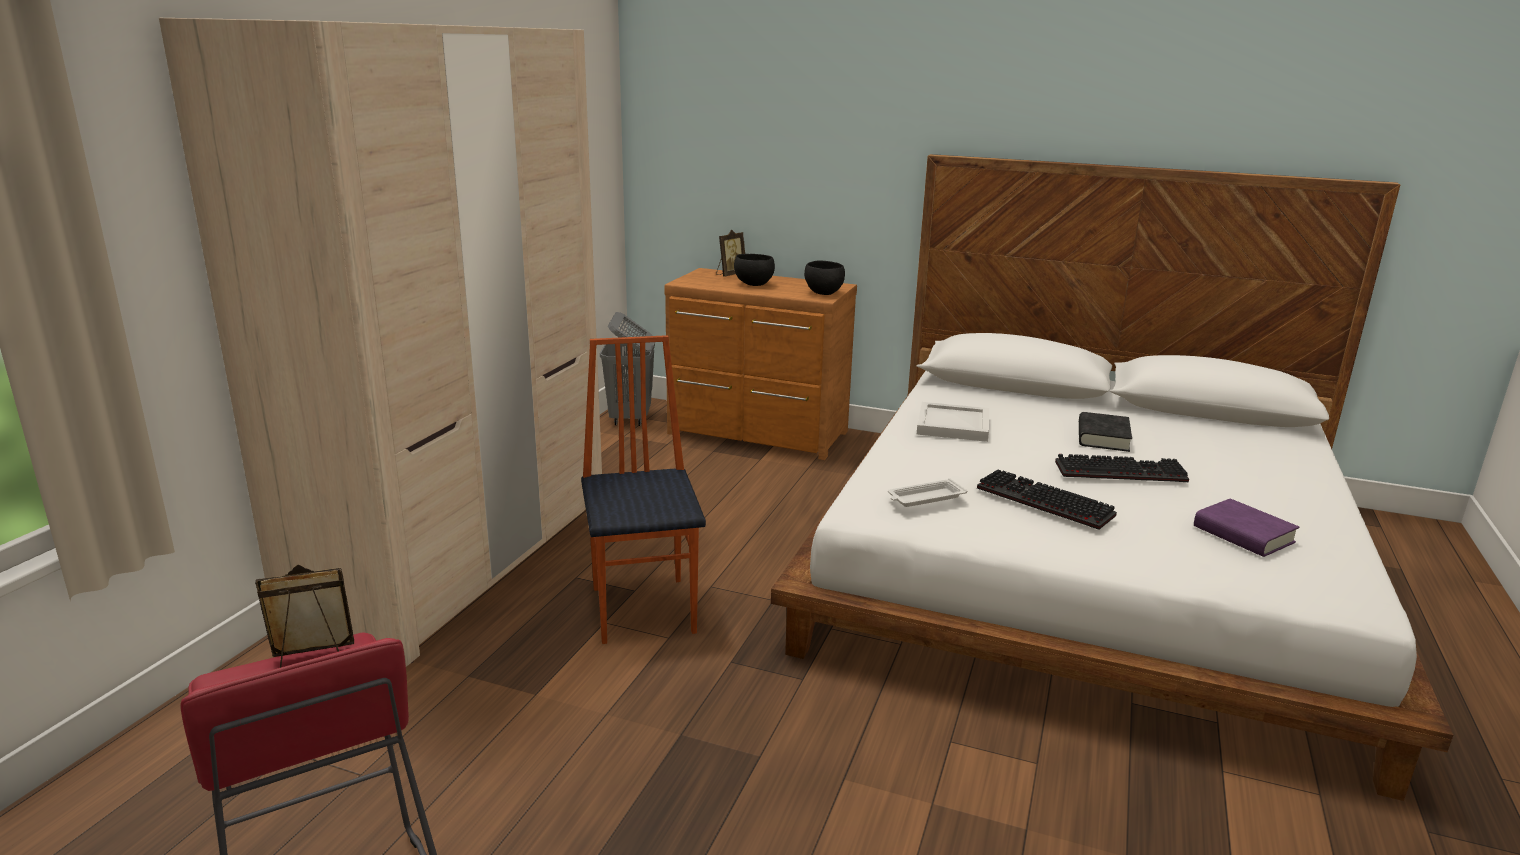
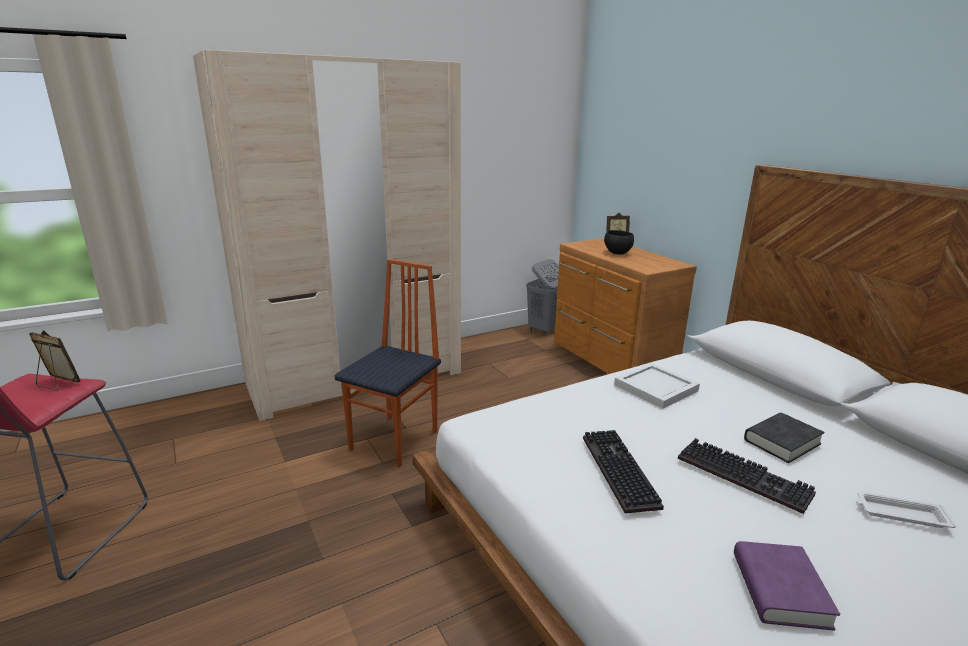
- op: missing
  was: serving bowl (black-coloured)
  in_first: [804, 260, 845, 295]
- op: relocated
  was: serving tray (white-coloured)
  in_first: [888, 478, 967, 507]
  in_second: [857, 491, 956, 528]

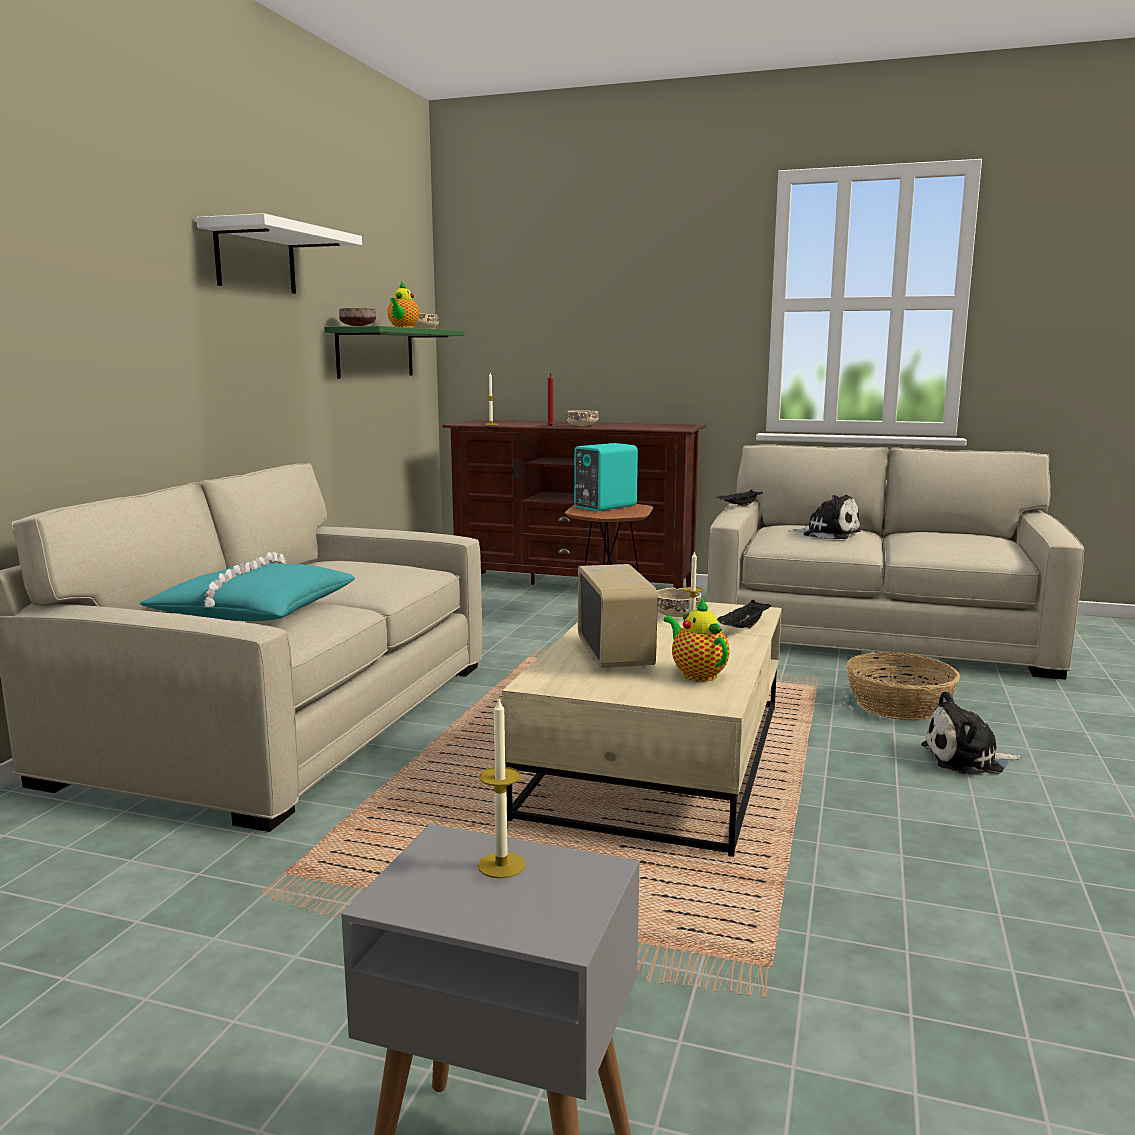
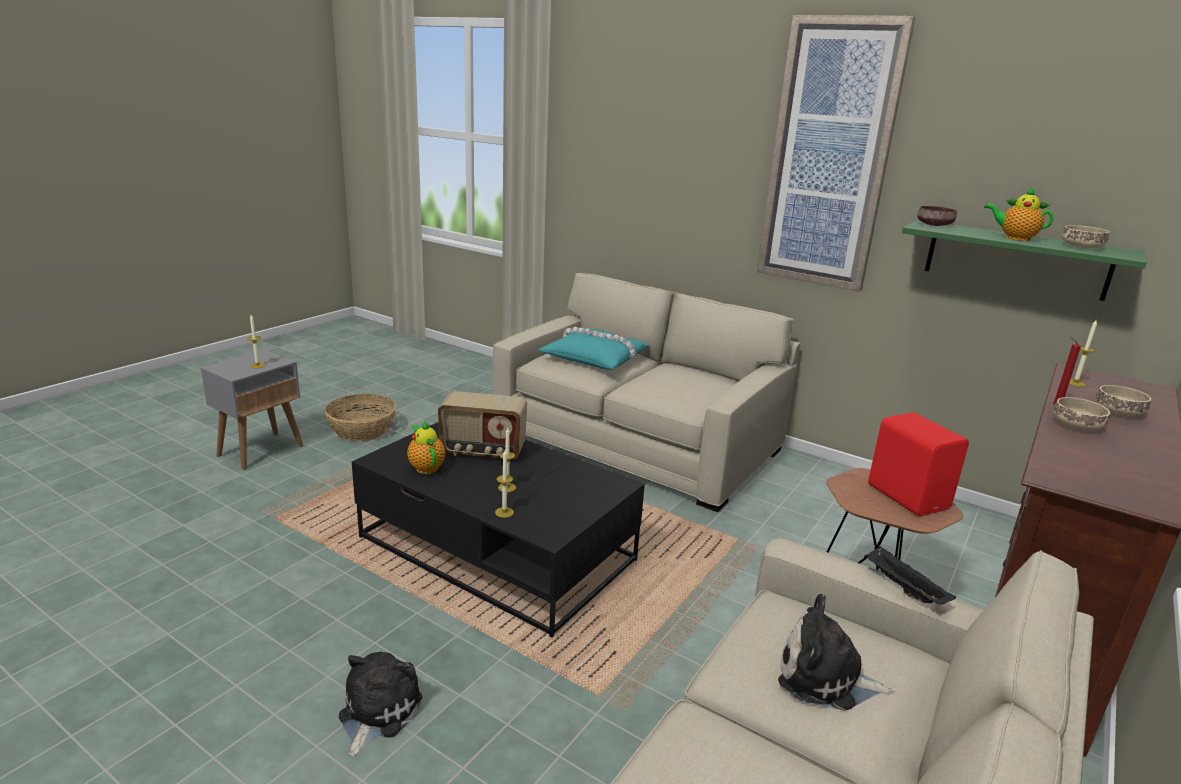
- op: exchanged
  was: shelf (white-coloured)
  now: picture
  in_first: [196, 213, 362, 294]
  in_second: [757, 15, 916, 292]
- op: colour
  was: loudspeaker (turquoise)
  now: loudspeaker (red-coloured)
  in_first: [574, 443, 638, 511]
  in_second: [868, 412, 969, 516]
- op: spun
  was: plush toy
  in_first: [788, 495, 861, 539]
  in_second: [778, 594, 895, 710]
  clockwise: 60
- op: relocated
  was: serving bowl (sand-coloured)
  in_first: [657, 588, 701, 617]
  in_second: [1096, 385, 1151, 415]
- op: spun
  was: pot for tea
  in_first: [664, 598, 730, 682]
  in_second: [407, 421, 445, 474]
  clockwise: -105
- op: exchanged
  was: serving tray (black-coloured)
  now: wax light
  in_first: [717, 600, 771, 628]
  in_second: [495, 450, 514, 518]
- op: colour
  was: low table (sand-coloured)
  now: low table (black-coloured)
  in_first: [502, 602, 782, 857]
  in_second: [352, 422, 645, 637]
- op: relocated
  was: storage basket
  in_first: [846, 652, 960, 720]
  in_second: [324, 394, 396, 441]

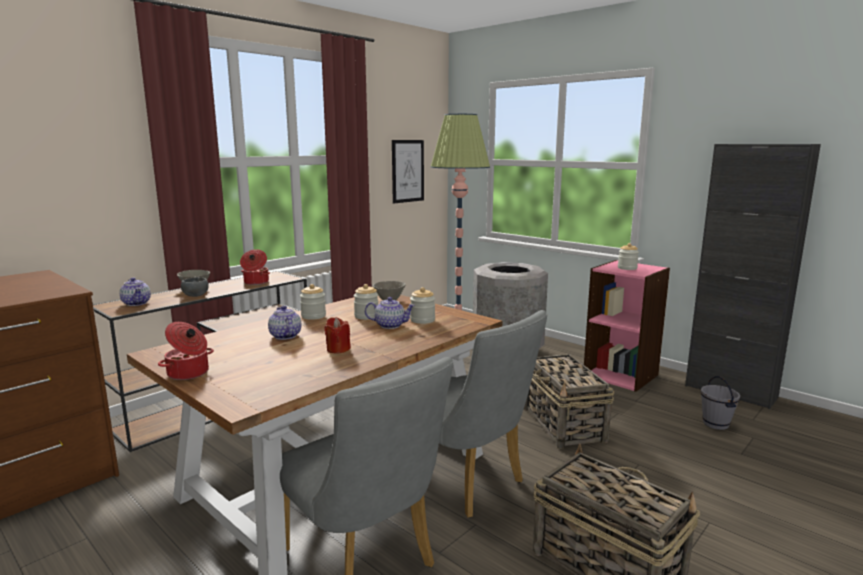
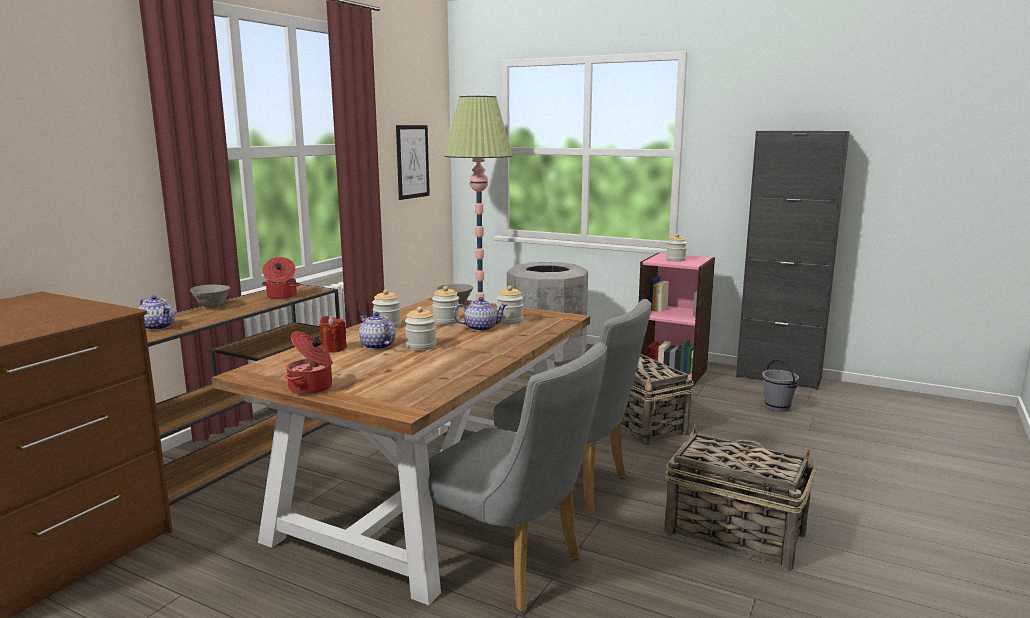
- op: missing
  was: serving bowl (greyish)
  in_first: [181, 277, 209, 297]
- op: relocated
  was: wax light (red-coloured)
  in_first: [324, 317, 351, 354]
  in_second: [319, 315, 347, 353]
- op: appeared
  now: preserve jar
  in_second: [405, 307, 436, 351]

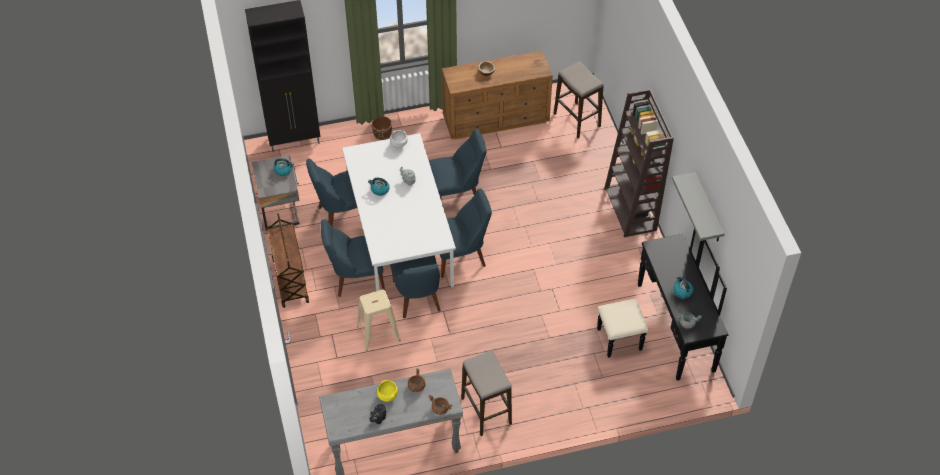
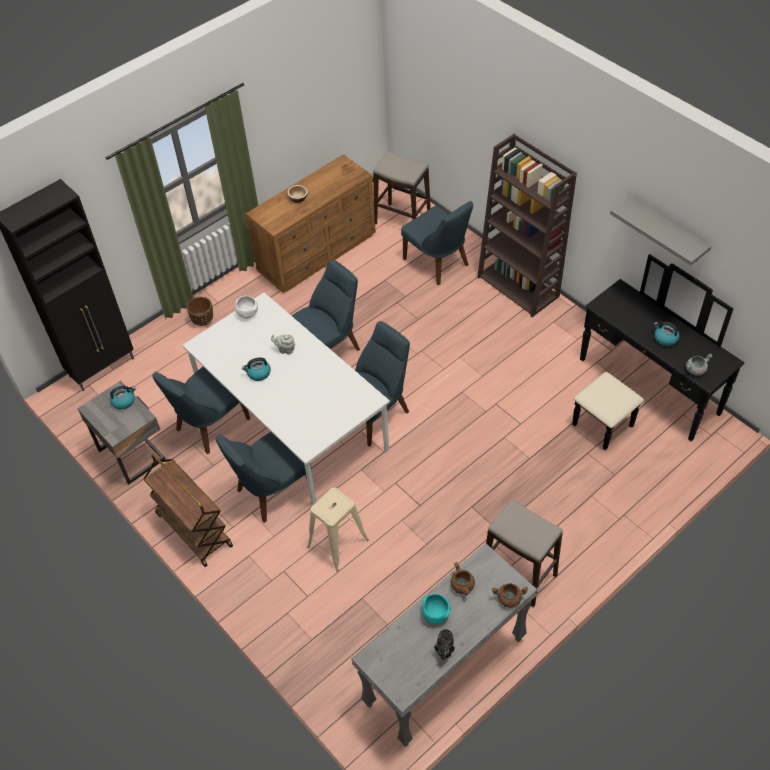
- op: relocated
  was: plain chair (blue)
  in_first: [390, 255, 441, 318]
  in_second: [401, 201, 473, 285]
- op: colour
  was: serving bowl (yellow)
  now: serving bowl (turquoise)
  in_first: [377, 380, 398, 402]
  in_second: [422, 594, 451, 624]

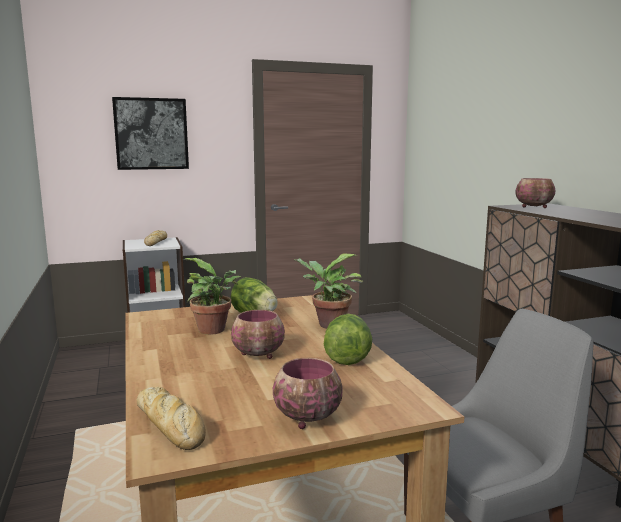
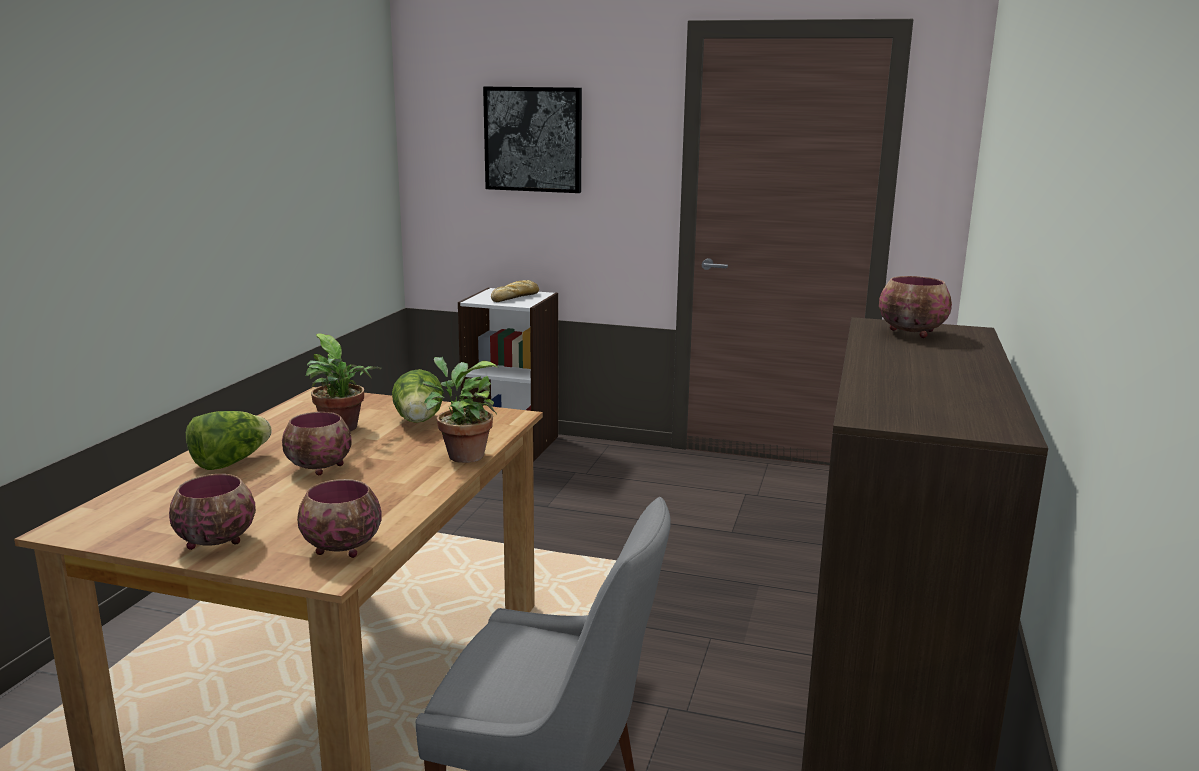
- op: relocated
  was: head of lettuce
  in_first: [324, 314, 372, 365]
  in_second: [186, 411, 272, 470]
- op: missing
  was: bakery bread
  in_first: [137, 386, 206, 450]
- op: appeared
  now: serving bowl
  in_second: [297, 479, 382, 558]

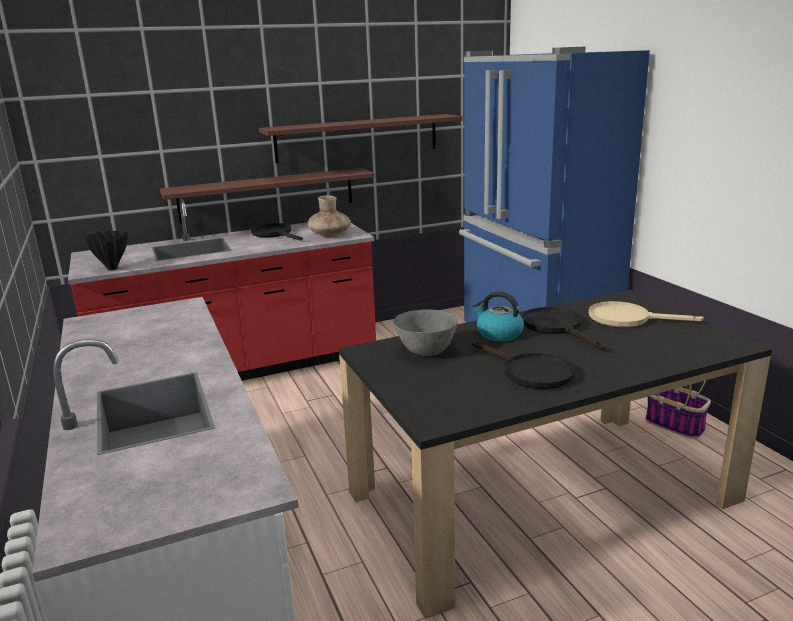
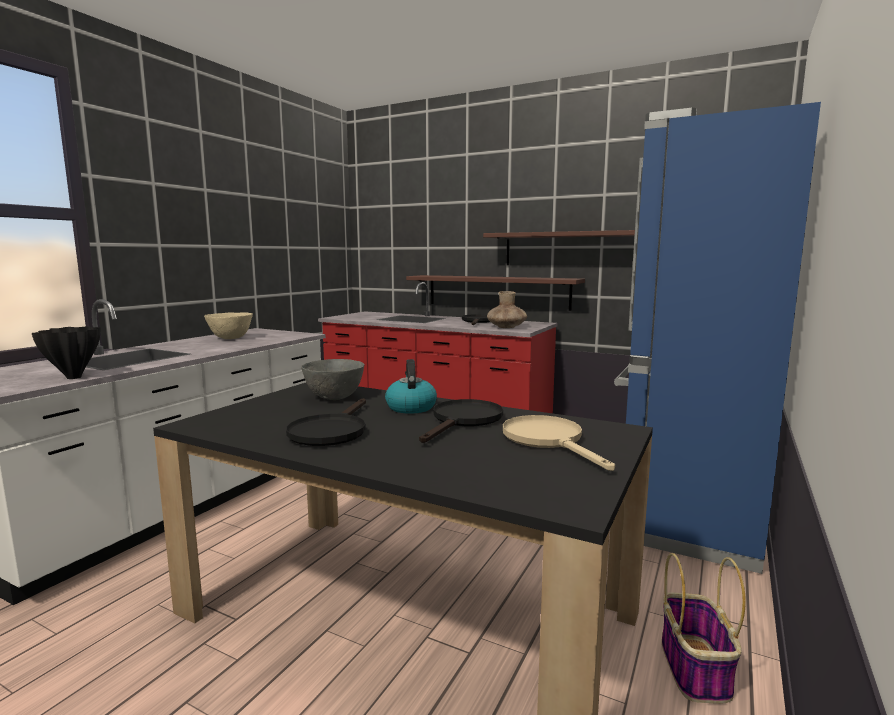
- op: relocated
  was: decorative vase (black-coloured)
  in_first: [84, 230, 128, 271]
  in_second: [32, 326, 101, 379]
- op: appeared
  now: serving bowl (sand-coloured)
  in_second: [204, 312, 253, 339]

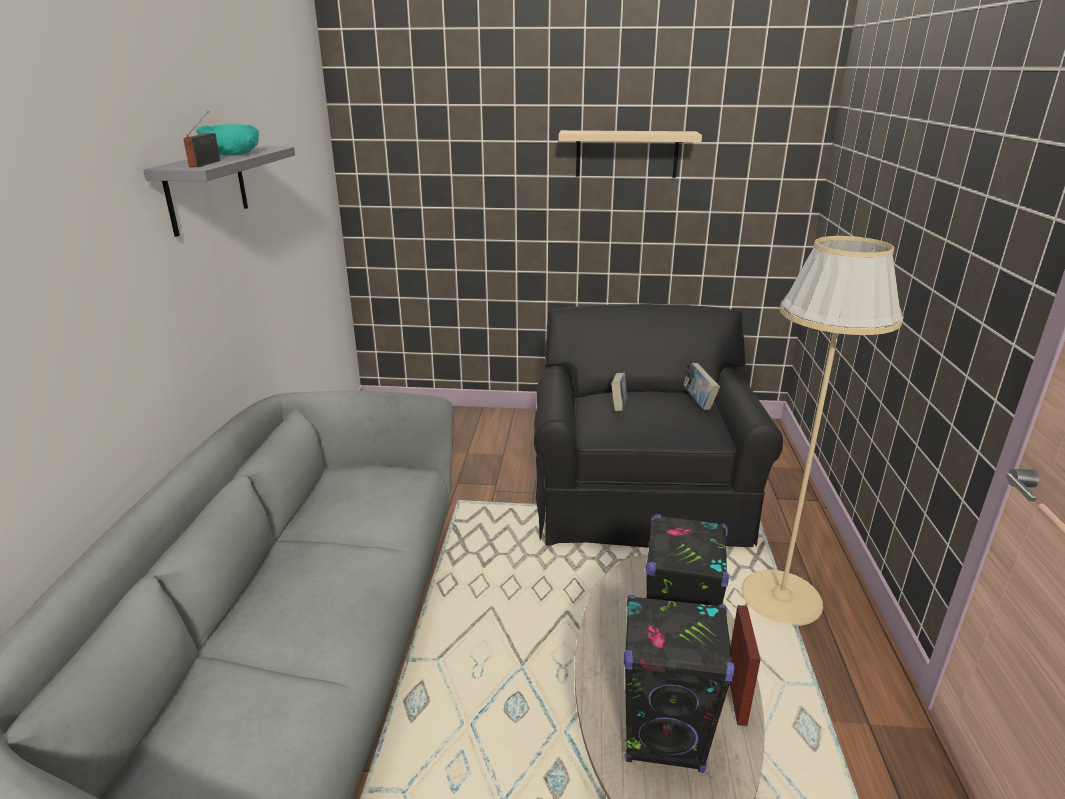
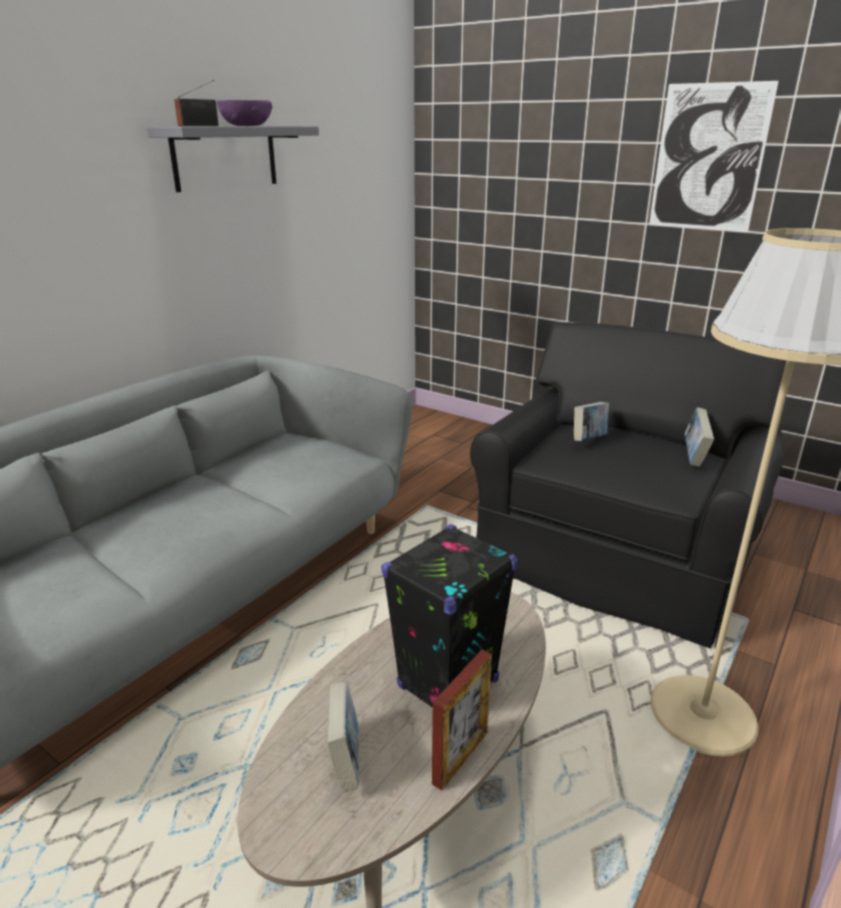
- op: colour
  was: serving bowl (turquoise)
  now: serving bowl (purple-coloured)
  in_first: [196, 124, 259, 156]
  in_second: [217, 100, 272, 126]
- op: exchanged
  was: shelf (sand-coloured)
  now: picture
  in_first: [558, 130, 702, 178]
  in_second: [649, 81, 779, 232]
- op: exchanged
  was: loudspeaker (black-coloured)
  now: book
  in_first: [624, 595, 735, 773]
  in_second: [327, 681, 358, 792]

